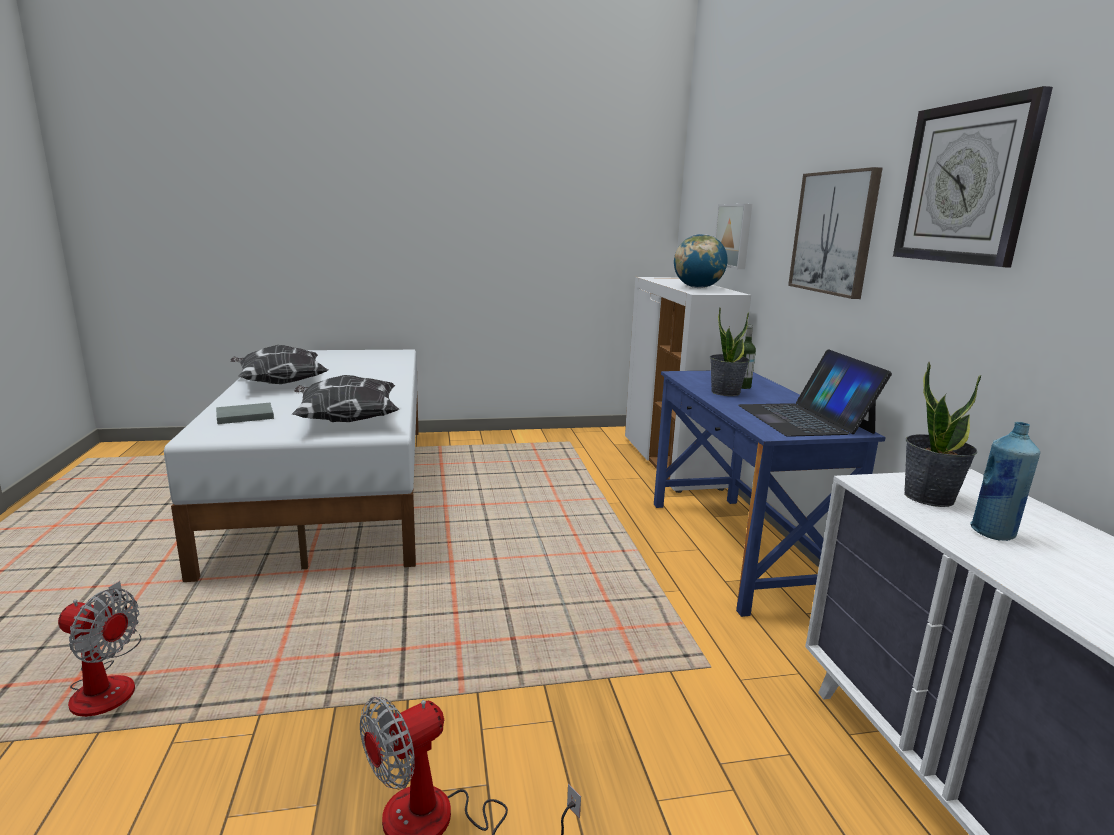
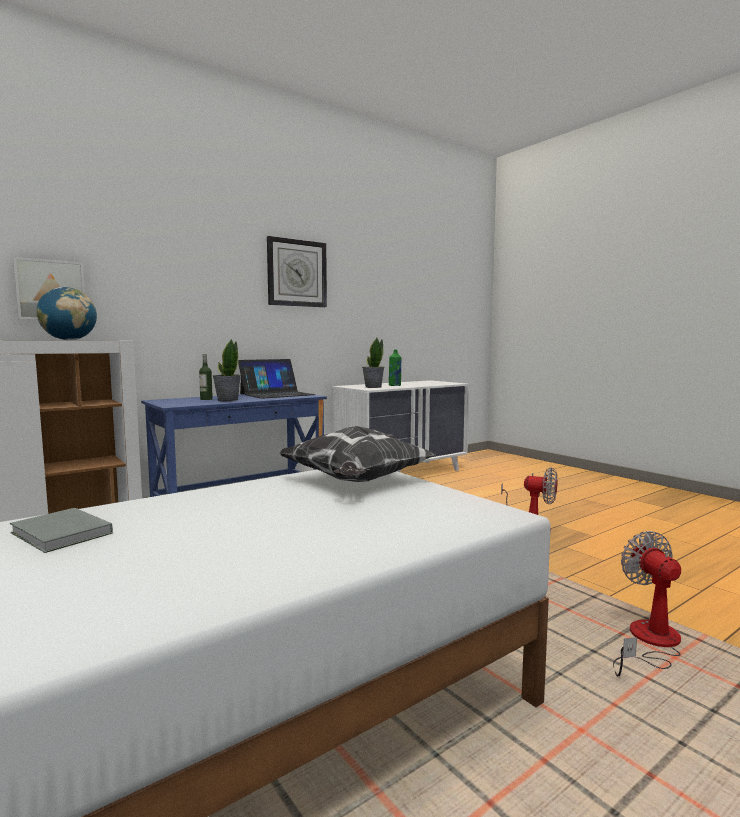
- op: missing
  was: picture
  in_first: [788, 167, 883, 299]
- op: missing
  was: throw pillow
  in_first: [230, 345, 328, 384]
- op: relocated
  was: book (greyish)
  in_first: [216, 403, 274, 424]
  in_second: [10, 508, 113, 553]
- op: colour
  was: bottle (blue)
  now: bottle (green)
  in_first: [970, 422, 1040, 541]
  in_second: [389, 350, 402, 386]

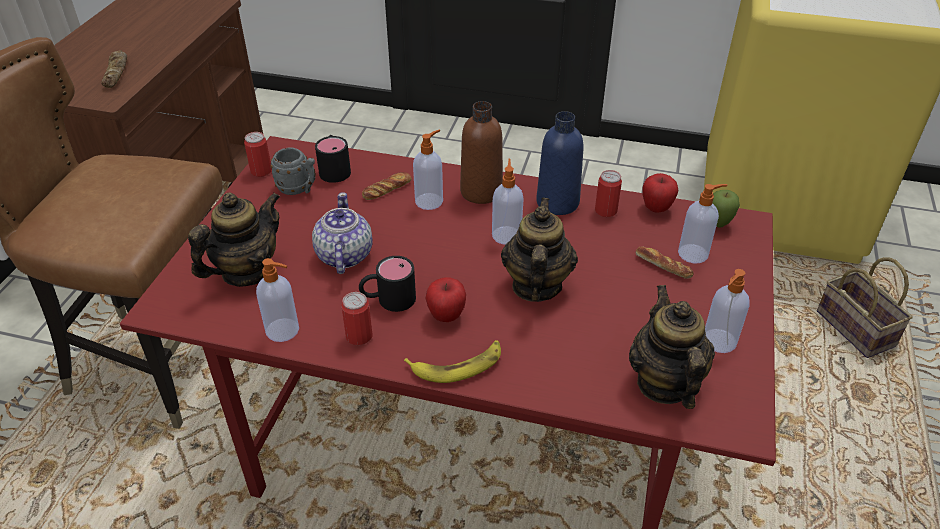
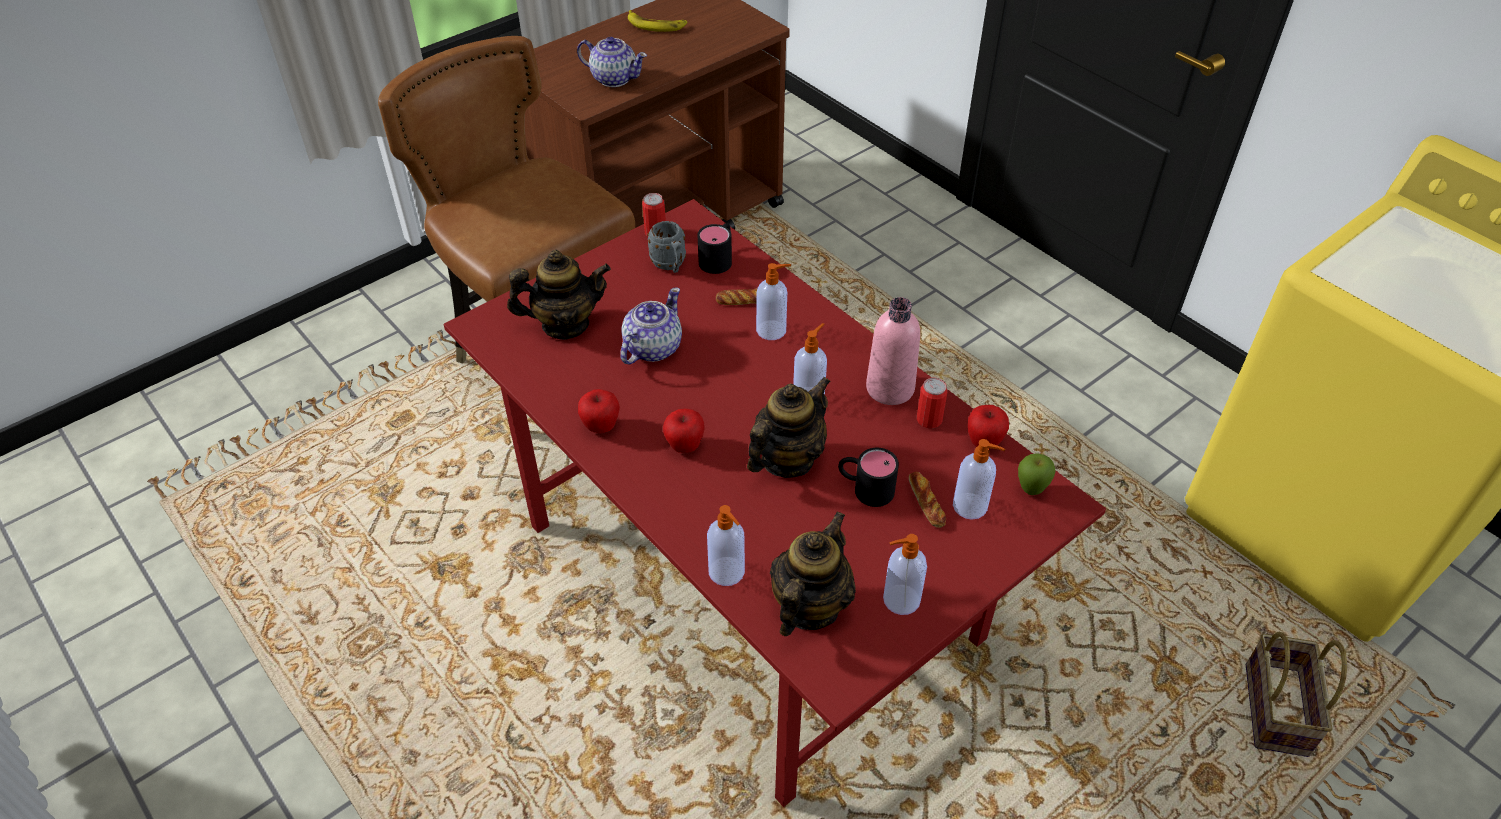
- op: exchanged
  was: bakery bread
  now: pot for tea
  in_first: [101, 50, 127, 88]
  in_second: [577, 37, 647, 87]
- op: missing
  was: bottle (brown-coloured)
  in_first: [460, 101, 503, 204]
- op: colour
  was: bottle (blue)
  now: bottle (pink-coloured)
  in_first: [536, 111, 584, 215]
  in_second: [866, 297, 920, 405]
- op: relocated
  was: mug (black-coloured)
  in_first: [359, 256, 416, 312]
  in_second: [838, 448, 899, 507]
- op: relocated
  was: soap bottle
  in_first: [256, 258, 299, 342]
  in_second: [707, 505, 745, 586]
- op: exchanged
  was: can
  now: apple fruit
  in_first: [342, 292, 373, 345]
  in_second: [578, 389, 620, 433]
- op: relocated
  was: banana fruit
  in_first: [404, 340, 501, 383]
  in_second: [628, 10, 687, 32]

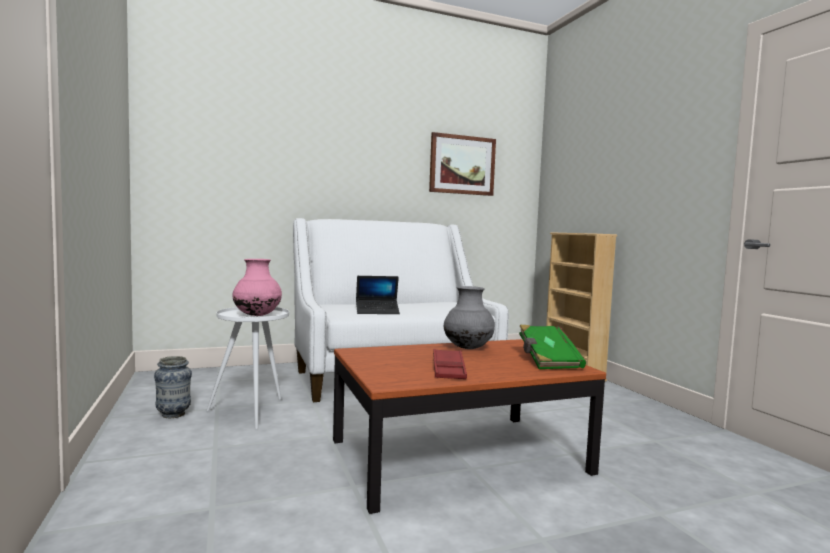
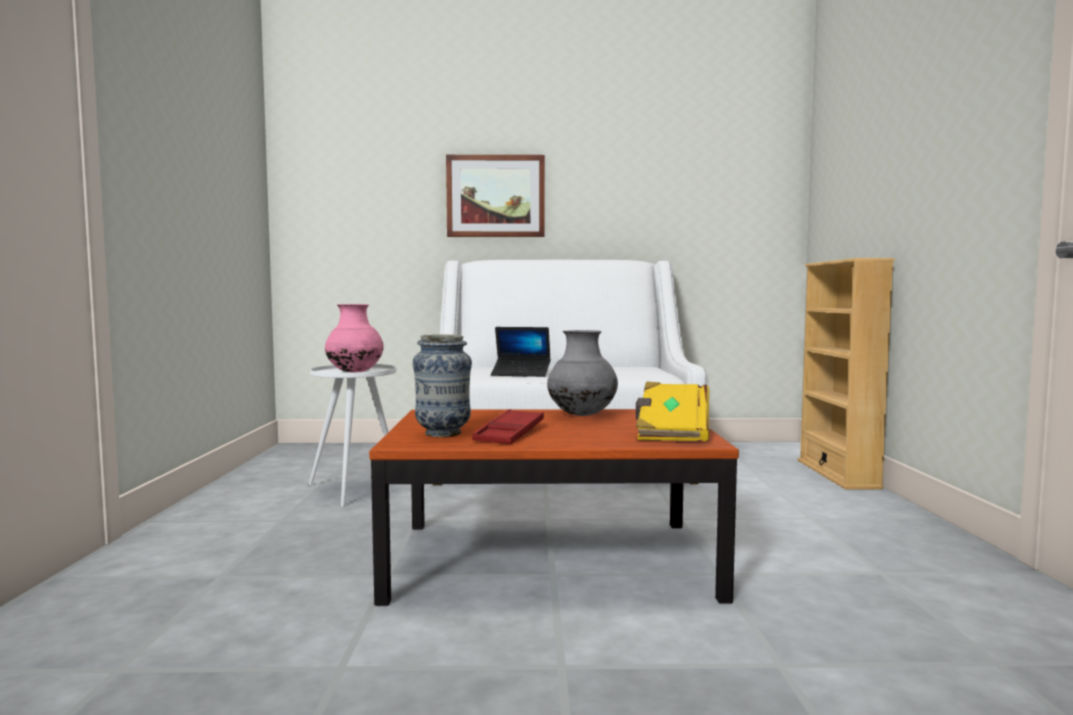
- op: relocated
  was: picture
  in_first: [429, 132, 496, 196]
  in_second: [446, 155, 545, 237]
- op: colour
  was: book (green)
  now: book (yellow)
  in_first: [519, 325, 586, 369]
  in_second: [636, 381, 709, 441]
- op: relocated
  was: decorative vase
  in_first: [154, 356, 192, 418]
  in_second: [413, 334, 472, 437]

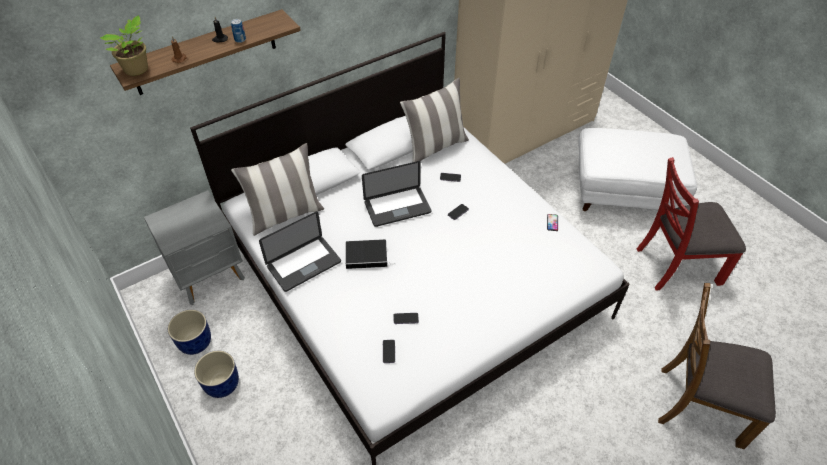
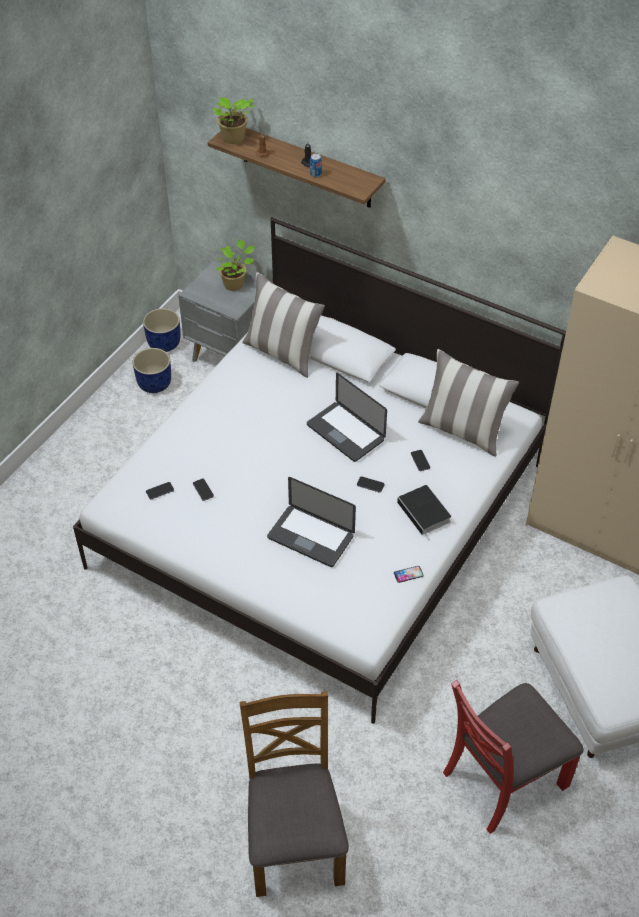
- op: spun
  was: plain chair (red-coloured)
  in_first: [636, 157, 746, 291]
  in_second: [443, 680, 584, 834]
  clockwise: -90
- op: relocated
  was: portable computer
  in_first: [259, 211, 341, 292]
  in_second: [267, 477, 356, 567]
- op: relocated
  was: book
  in_first: [346, 239, 395, 269]
  in_second: [397, 485, 451, 541]
- op: relocated
  was: plant pot (blue)
  in_first: [194, 351, 239, 398]
  in_second: [143, 308, 180, 352]
- op: appeared
  now: plant in a pot
  in_second: [216, 239, 255, 291]

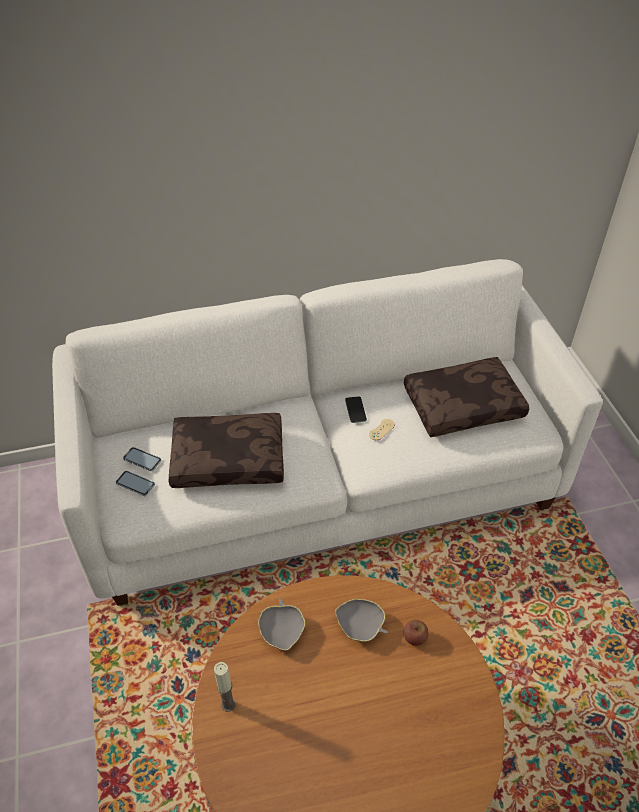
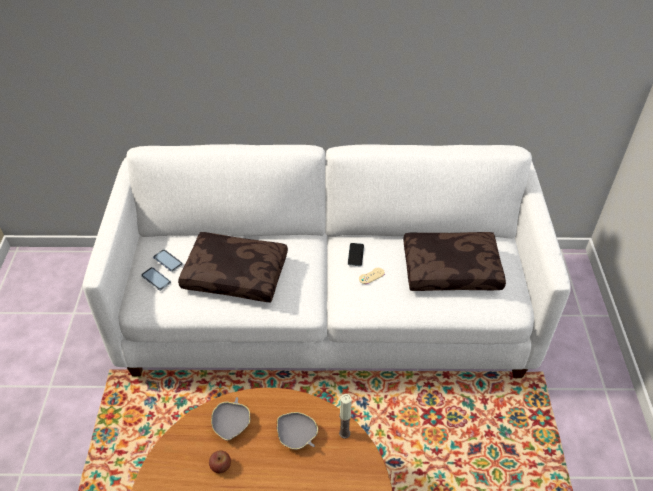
- op: relocated
  was: apple fruit
  in_first: [403, 620, 429, 646]
  in_second: [209, 450, 231, 473]
- op: relocated
  was: wax light
  in_first: [214, 662, 236, 712]
  in_second: [339, 394, 352, 439]

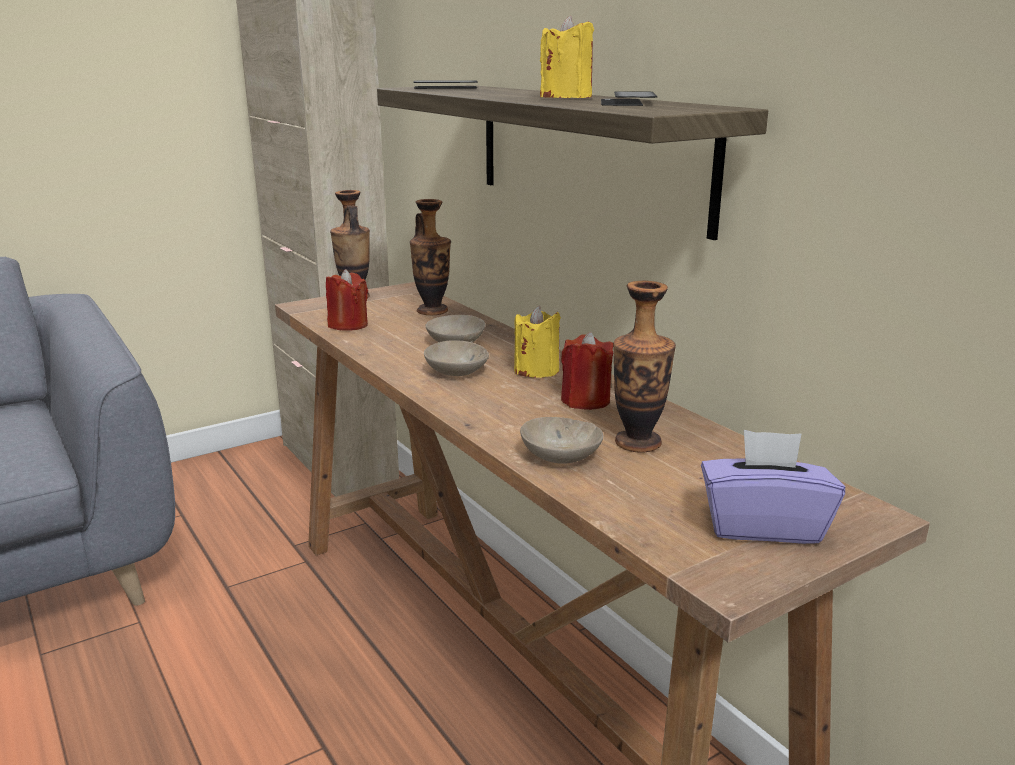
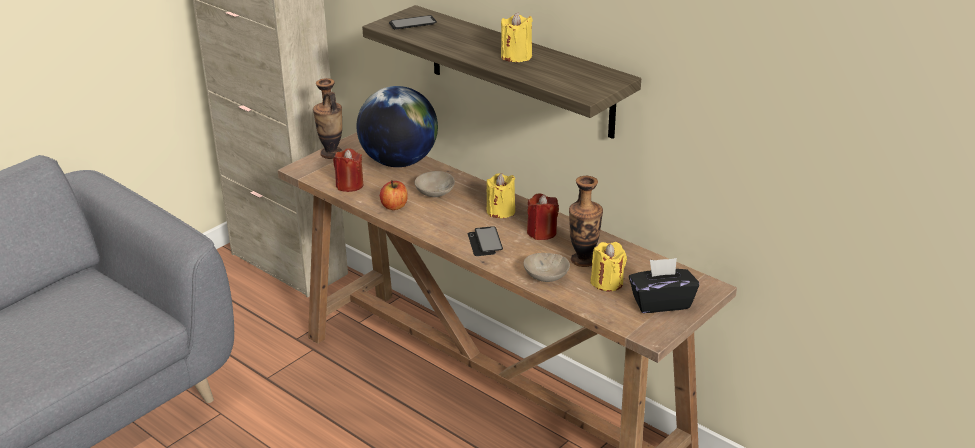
- op: relocated
  was: phone
  in_first: [601, 91, 658, 106]
  in_second: [468, 226, 503, 256]
- op: exchanged
  was: decorative vase
  now: world globe
  in_first: [410, 199, 451, 315]
  in_second: [356, 86, 438, 167]
- op: missing
  was: serving bowl (sand-coloured)
  in_first: [424, 340, 489, 376]
- op: colour
  was: box of tissues (purple-coloured)
  now: box of tissues (black-coloured)
  in_first: [701, 430, 845, 544]
  in_second: [629, 258, 699, 313]
- op: appeared
  now: apple fruit
  in_second: [380, 180, 408, 210]
- op: appeared
  now: wax light (yellow)
  in_second: [591, 242, 627, 291]

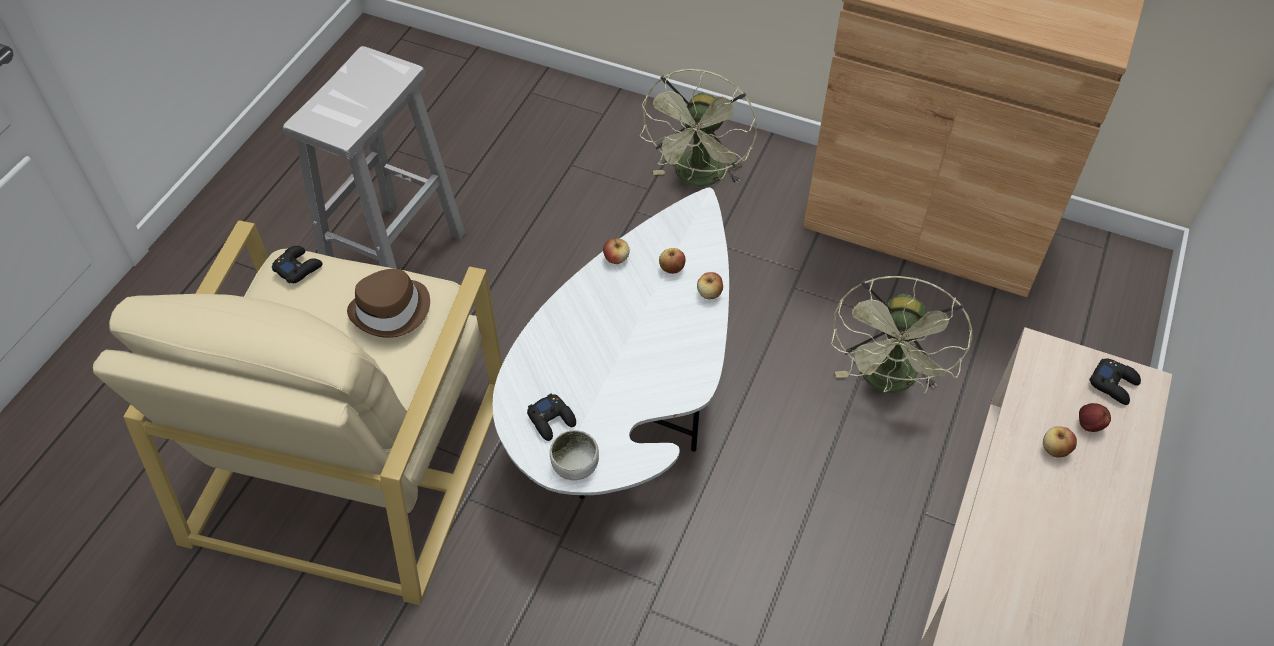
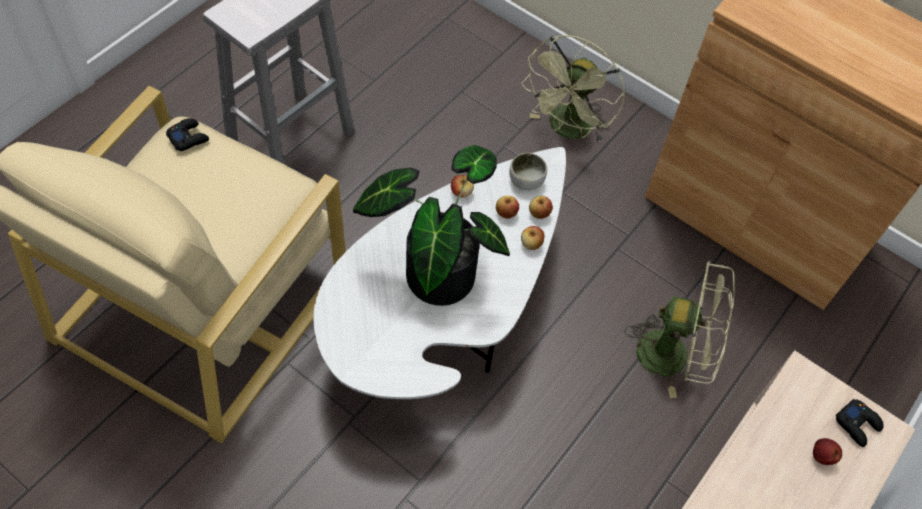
- op: missing
  was: hat (brown-coloured)
  in_first: [347, 269, 430, 338]
- op: spun
  was: electric fan (green)
  in_first: [831, 276, 973, 394]
  in_second: [624, 260, 735, 398]
  clockwise: -105
- op: missing
  was: joypad (black-coloured)
  in_first: [527, 394, 576, 441]
- op: relocated
  was: apple fruit
  in_first: [1043, 427, 1077, 458]
  in_second: [529, 196, 553, 219]
- op: relocated
  was: serving bowl
  in_first: [550, 430, 599, 480]
  in_second: [509, 153, 547, 190]
- op: appeared
  now: plant in a pot
  in_second: [353, 145, 510, 306]

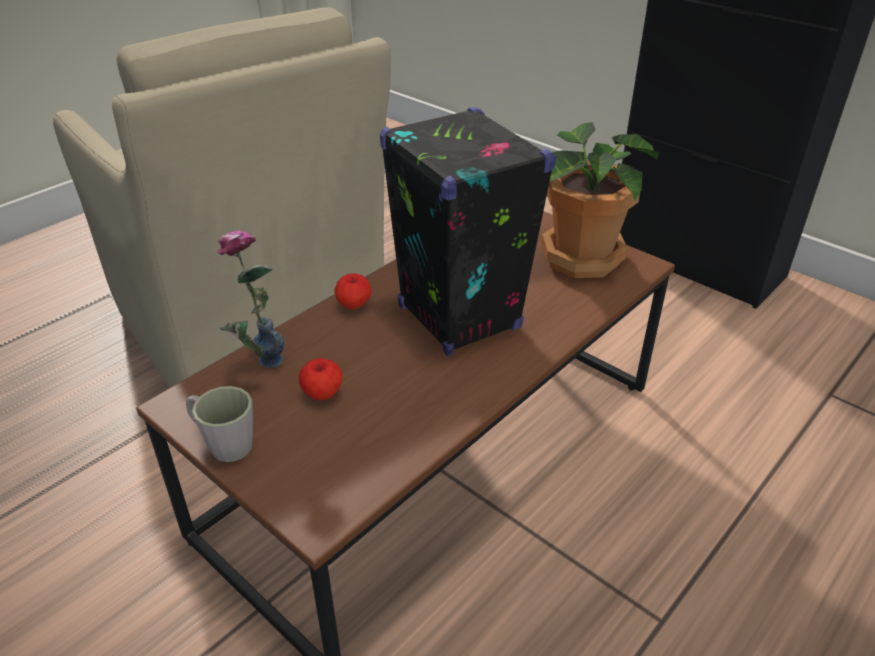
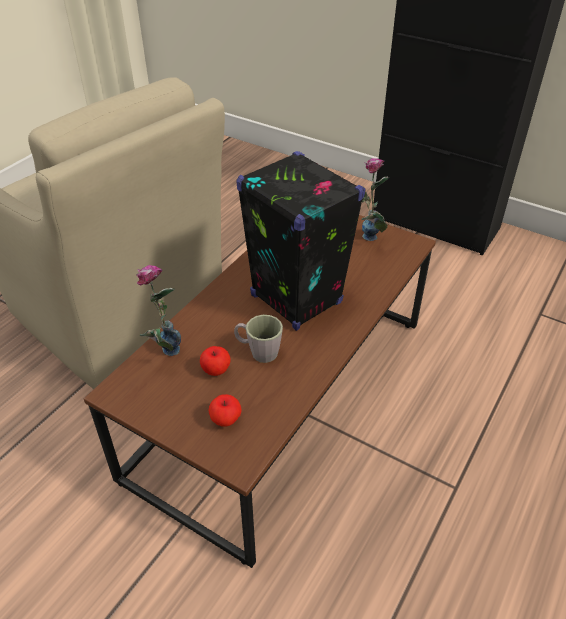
- op: exchanged
  was: plant in a pot
  now: decorative vase
  in_first: [541, 122, 659, 278]
  in_second: [361, 158, 389, 241]
- op: relocated
  was: apple fruit
  in_first: [335, 273, 371, 310]
  in_second: [209, 394, 242, 427]
- op: relocated
  was: mug (greyish)
  in_first: [186, 386, 253, 462]
  in_second: [234, 315, 283, 363]

